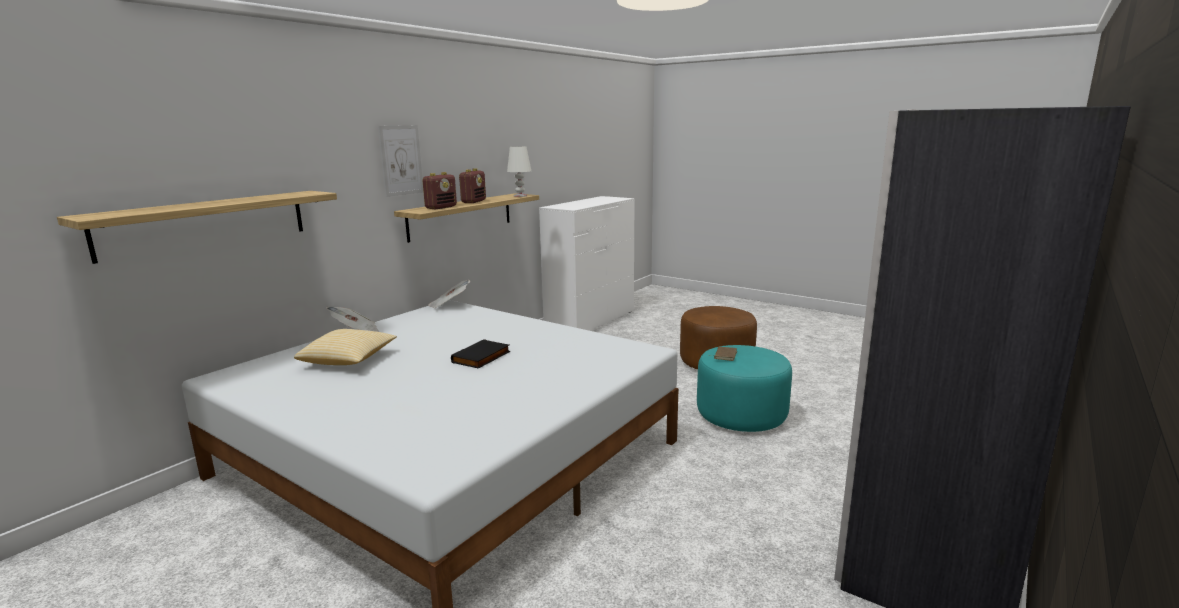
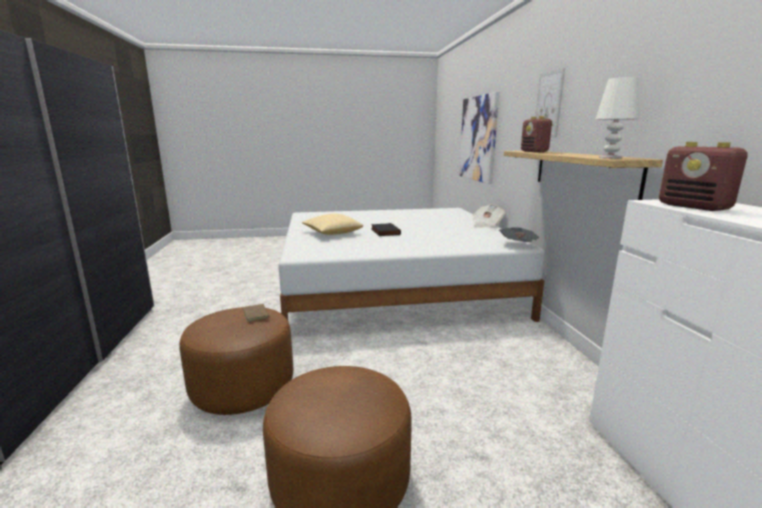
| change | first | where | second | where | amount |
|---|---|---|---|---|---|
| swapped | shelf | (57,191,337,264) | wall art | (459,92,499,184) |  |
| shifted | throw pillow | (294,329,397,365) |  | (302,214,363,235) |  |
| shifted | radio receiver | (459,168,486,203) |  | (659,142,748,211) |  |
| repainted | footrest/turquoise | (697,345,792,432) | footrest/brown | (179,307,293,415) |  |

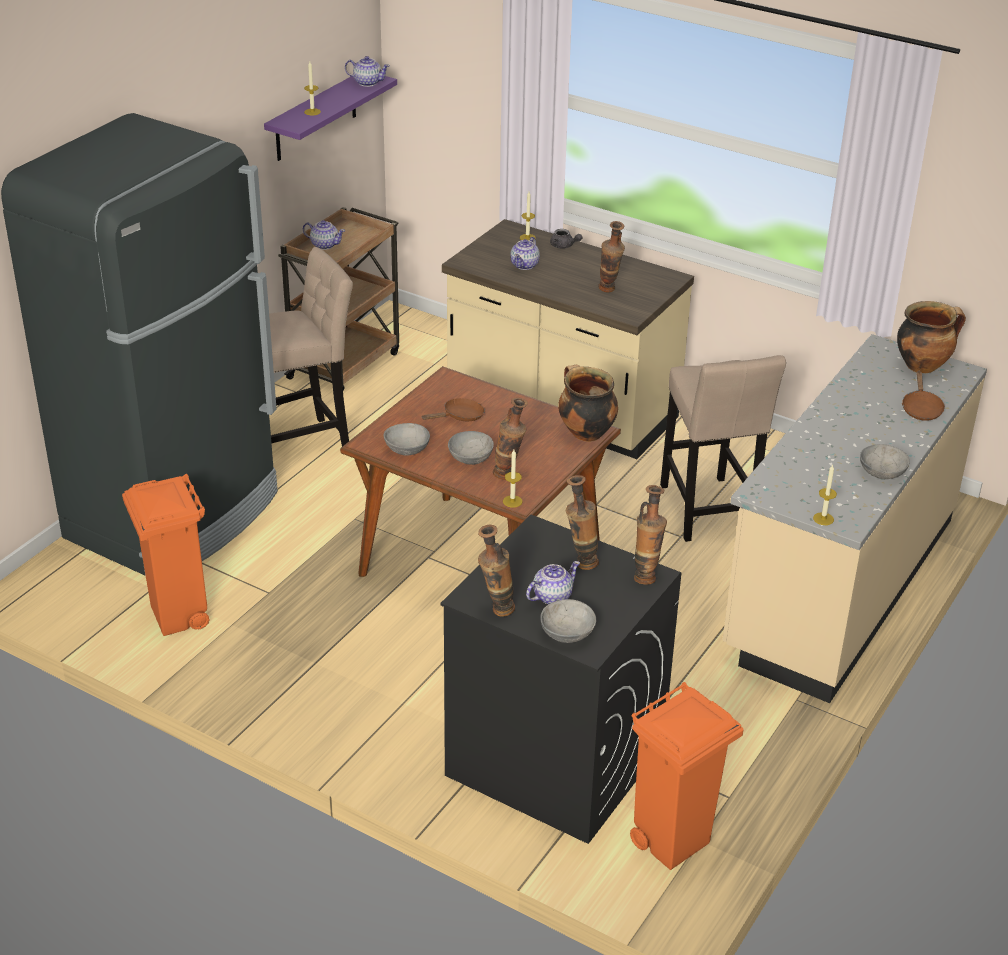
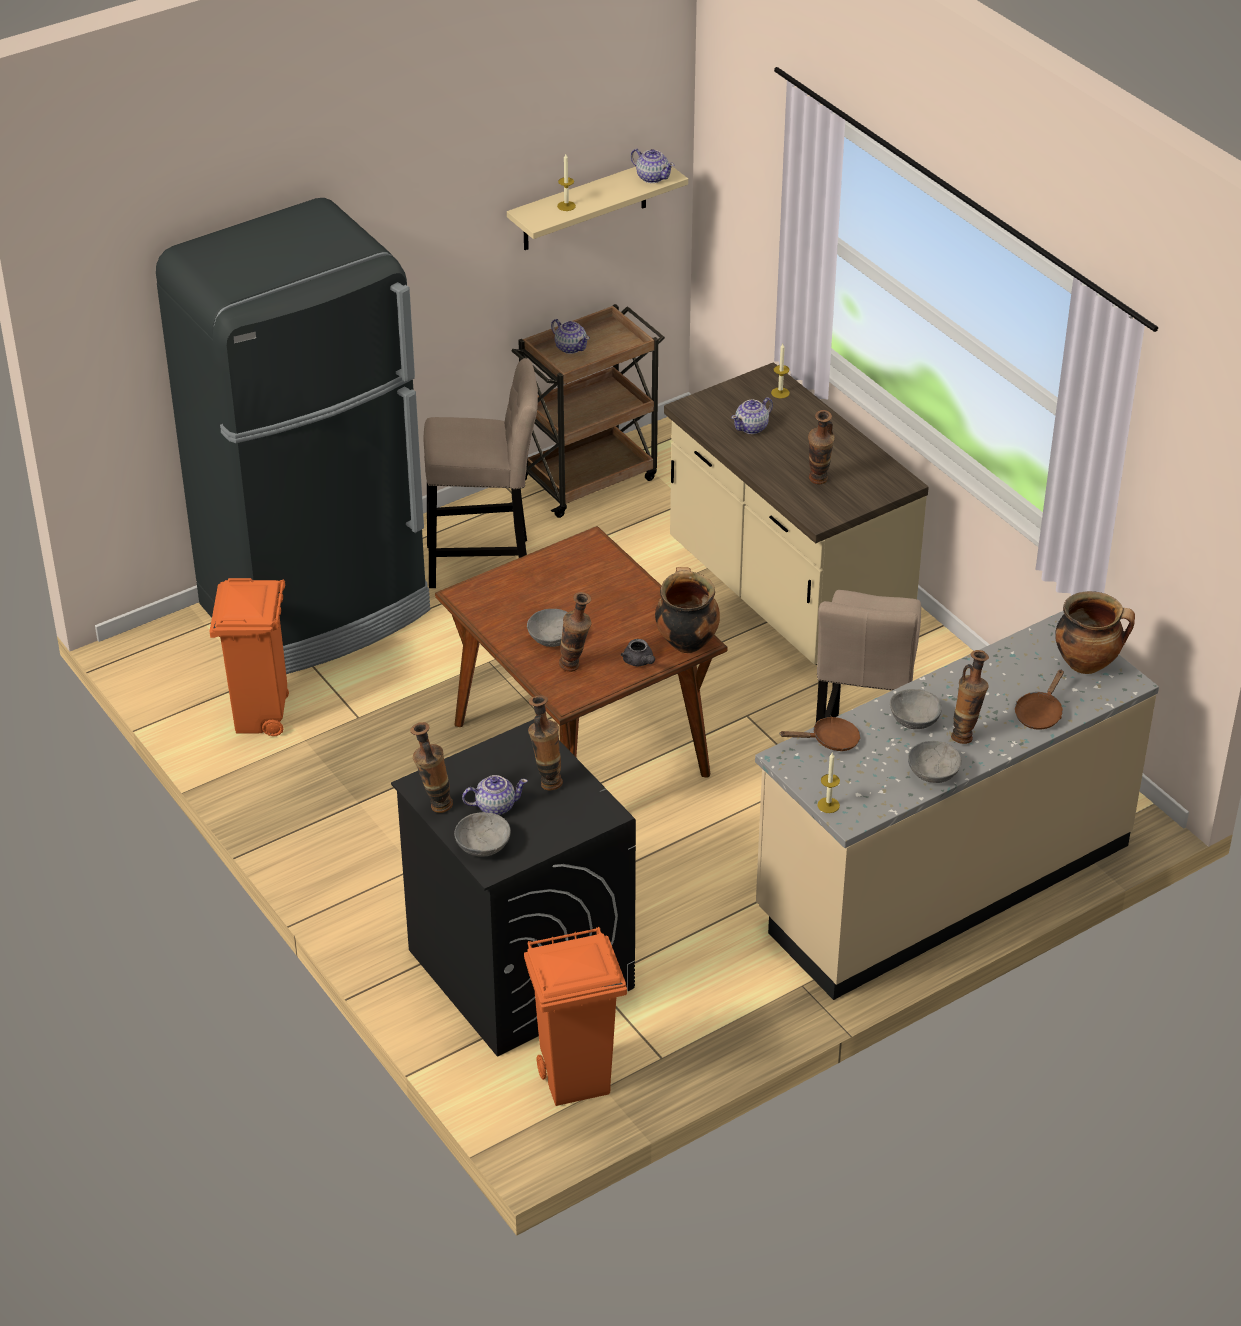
| change | first | where | second | where | amount |
|---|---|---|---|---|---|
| repainted | shelf/purple | (264,76,397,161) | shelf/beige-coloured | (507,167,688,250) |  |
| shifted | serving bowl/grey | (384,423,430,456) |  | (890,689,942,729) |  |
| shifted | frying pan/brown | (422,398,485,421) |  | (780,717,861,751) |  |
| gone | candle | (503,450,522,508) |  |  |  |
| shifted | tea pot/grey | (550,229,582,249) |  | (621,639,655,666) |  |
| shifted | flower vase | (634,485,667,585) |  | (951,650,989,744) |  |

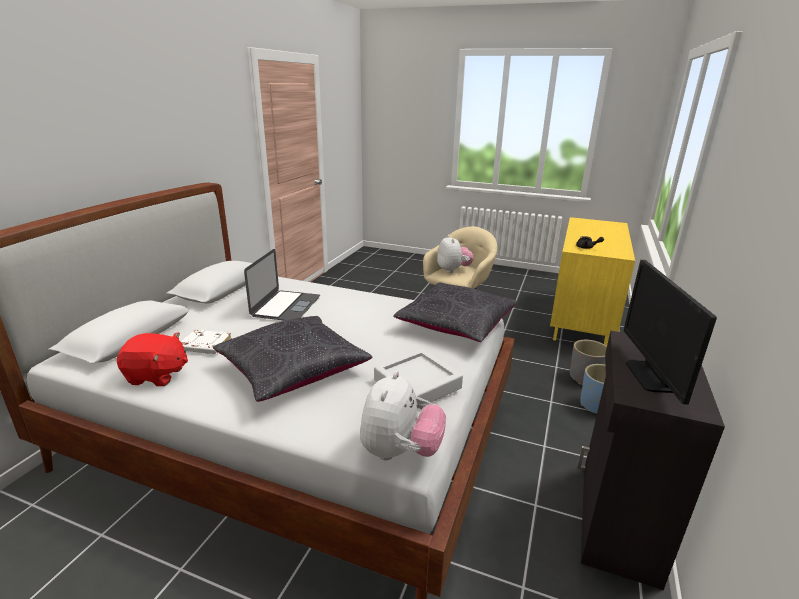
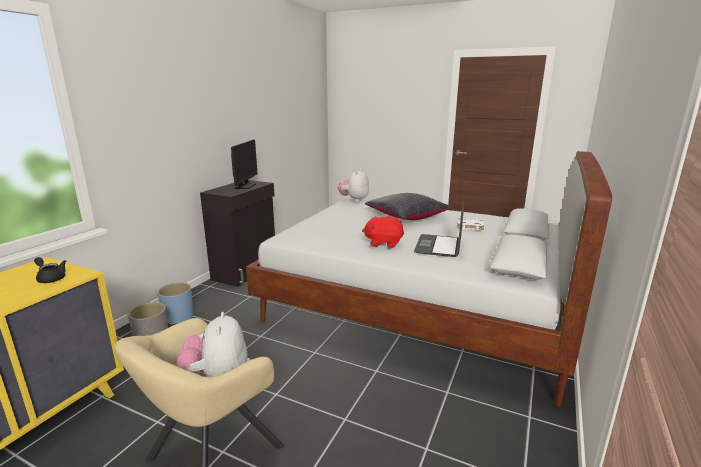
| change | first | where | second | where | amount |
|---|---|---|---|---|---|
| shifted | soft toy/red | (117,332,188,386) |  | (362,216,404,248) |  |
| gone | carrying tray/grey | (374,349,463,409) |  |  |  |
| gone | throw pillow/black | (393,283,518,342) |  |  |  |

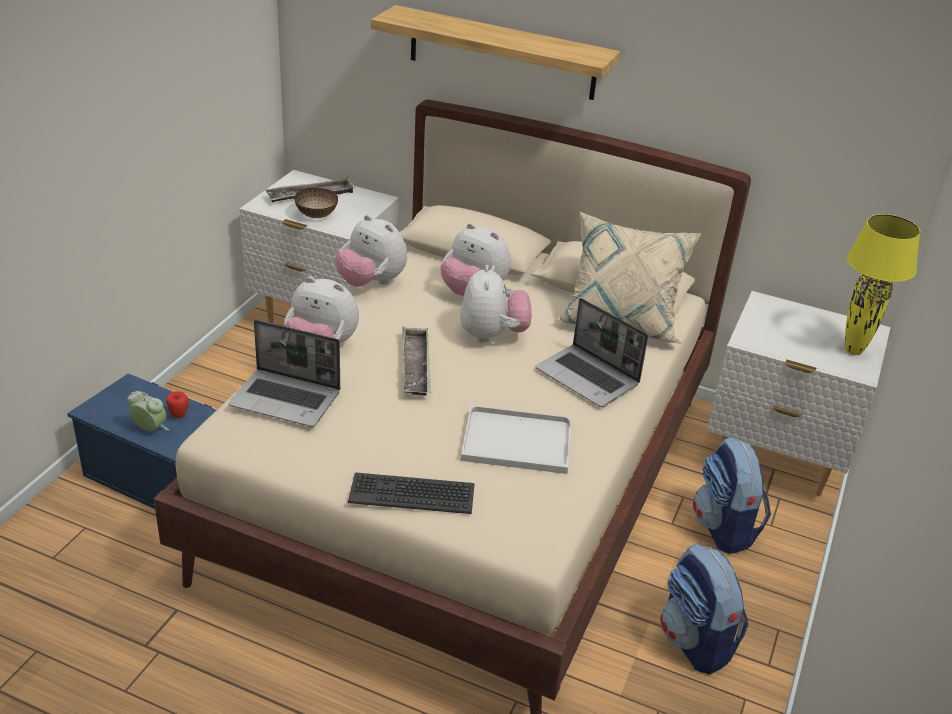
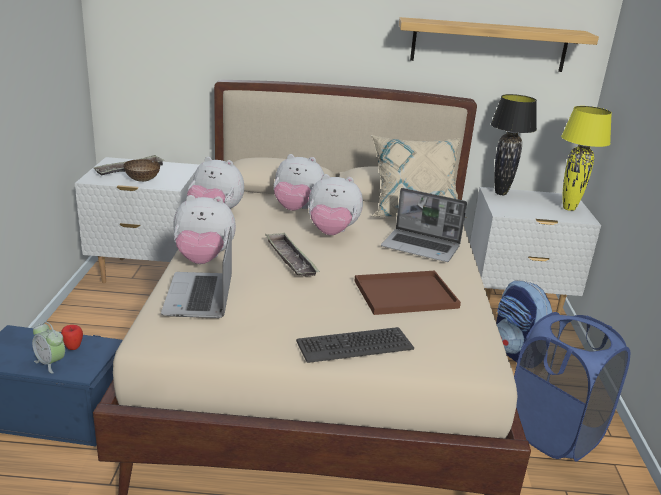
| change | first | where | second | where | amount |
|---|---|---|---|---|---|
| rotated | alarm clock | (127,391,169,431) |  | (32,322,65,374) | 150 degrees counterclockwise |
| rotated | notebook computer | (228,320,340,427) |  | (161,226,232,318) | 90 degrees clockwise |
| shifted | shelf | (371,5,620,100) |  | (399,17,599,72) |  |
| rotated | soft toy | (460,265,532,343) |  | (309,174,363,235) | 120 degrees clockwise |
| repainted | carrying tray/white-coloured | (460,405,572,474) | carrying tray/brown | (354,271,461,315) |  |
| swapped | rucksack | (660,543,748,675) | washing basket/blue | (514,312,630,462) |  |
| new |  |  | lamp for a table/black | (491,94,537,195) |  |

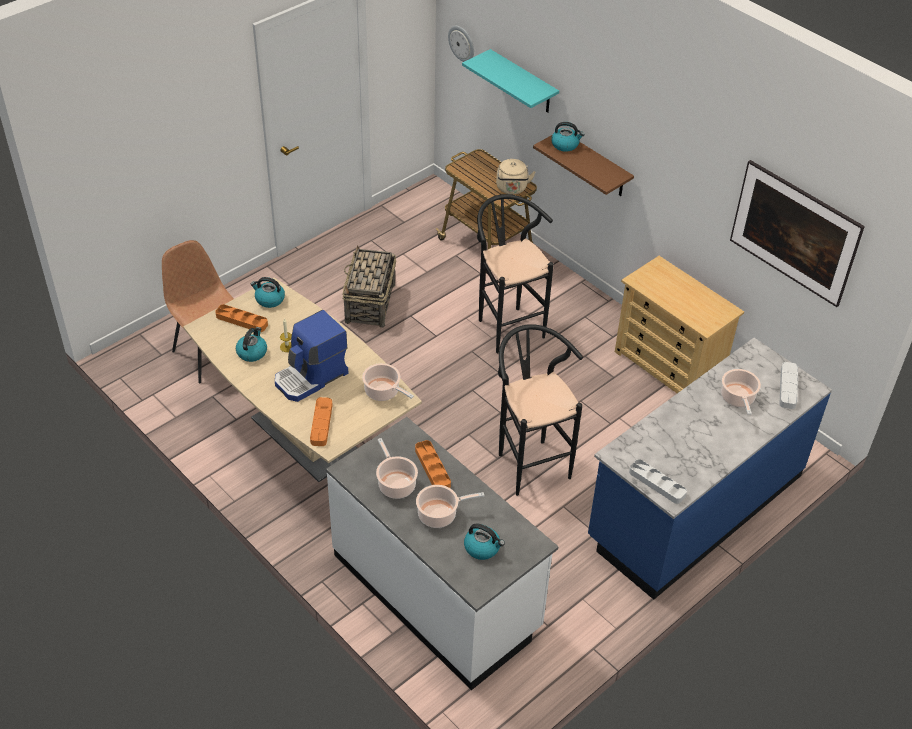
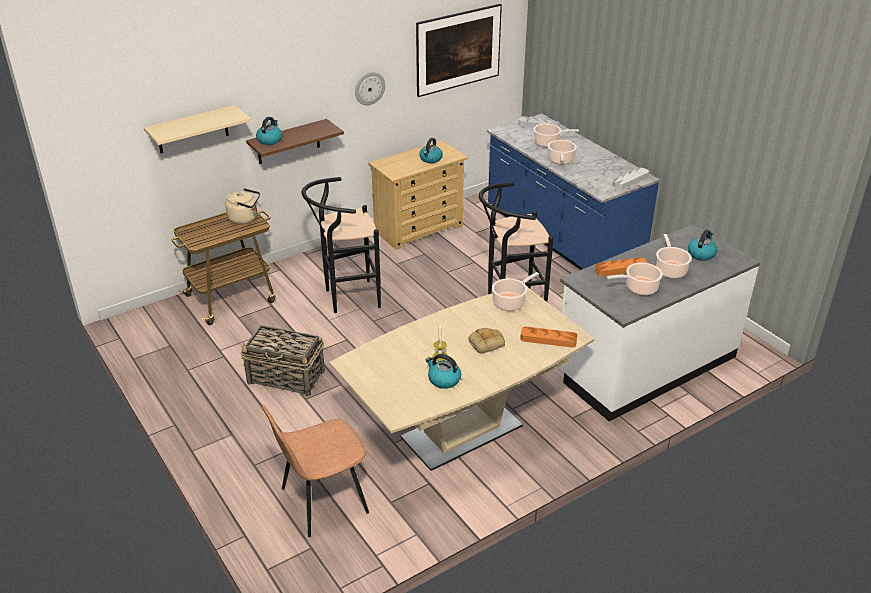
| change | first | where | second | where | amount |
|---|---|---|---|---|---|
| gone | carrying tray/orange-coloured | (215,304,268,332) |  |  |  |
| shifted | water kettle | (250,277,285,308) |  | (419,138,443,163) |  |
| swapped | coffee brewer | (275,310,348,402) | baked bread | (468,328,505,354) |  |
| shifted | wall clock | (448,26,474,62) |  | (355,72,385,105) |  |
| repainted | shelf/turquoise | (462,49,559,113) | shelf/beige-coloured | (144,105,251,153) |  |
| new |  |  | cooking pot | (548,140,577,165) |  |

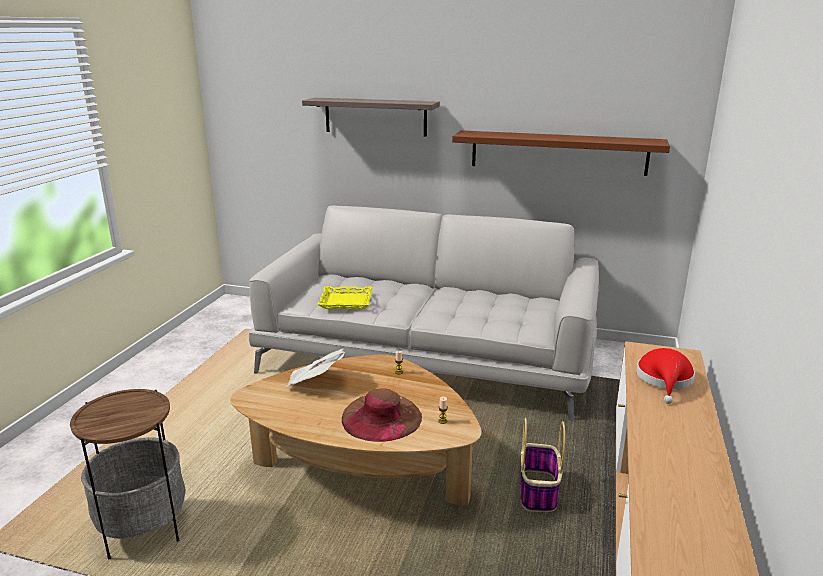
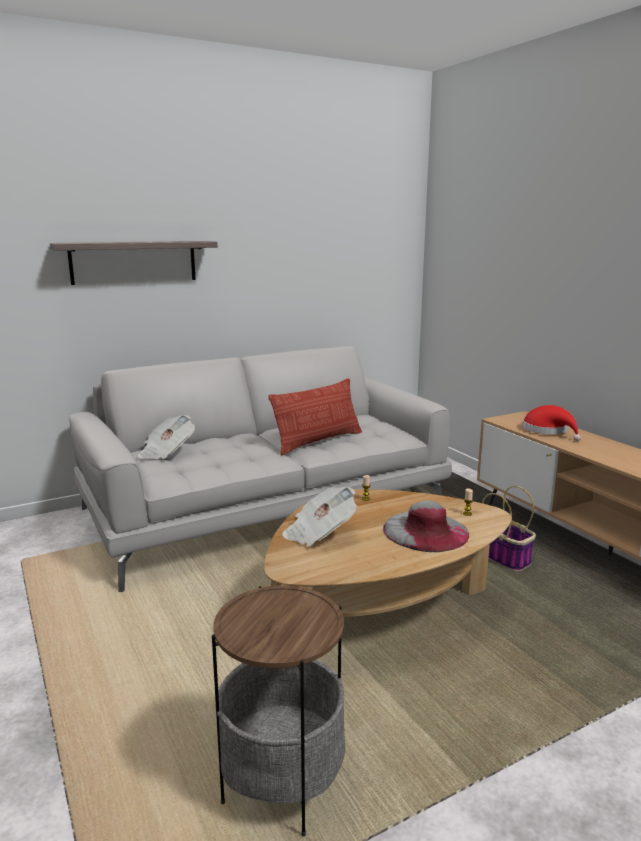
| change | first | where | second | where | amount |
|---|---|---|---|---|---|
| gone | carrying tray/yellow-coloured | (317,286,373,309) |  |  |  |
| repainted | hat/brown | (342,388,422,442) | hat/grey | (383,501,469,552) |  |
| gone | shelf/brown | (452,130,670,176) |  |  |  |
| new |  |  | newspaper | (138,415,195,459) |  |
| new |  |  | throw pillow | (268,378,362,455) |  |

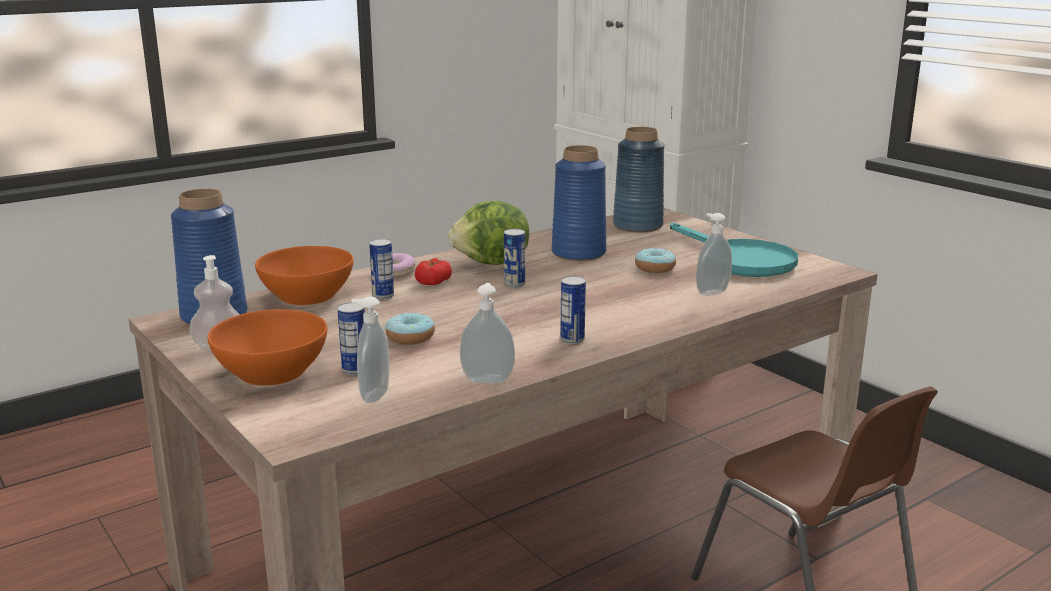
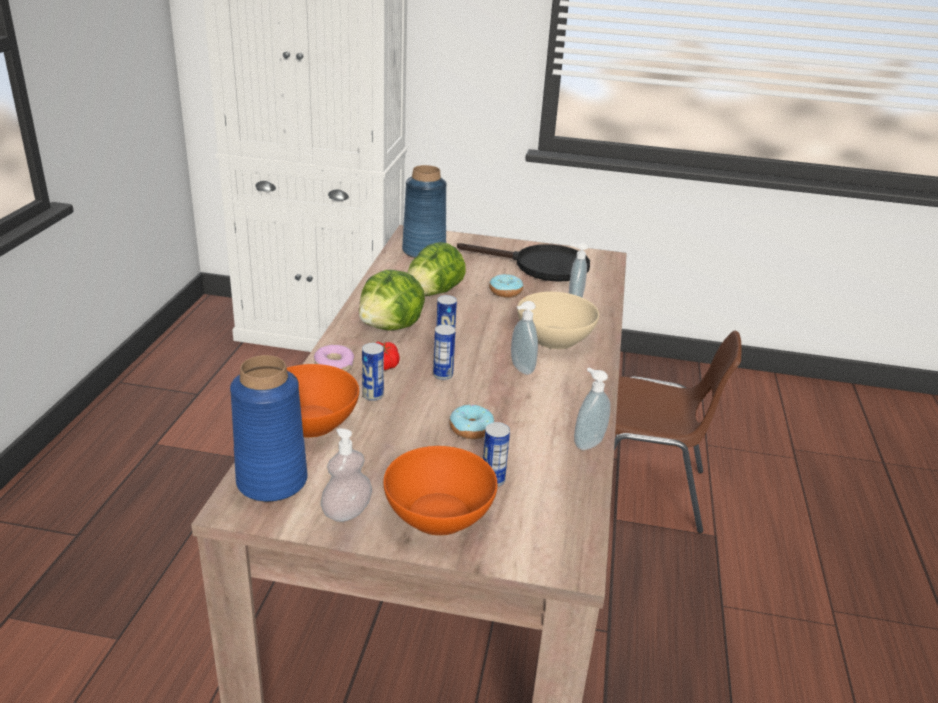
| change | first | where | second | where | amount |
|---|---|---|---|---|---|
| shifted | soap bottle | (351,296,389,403) |  | (511,301,538,375) |  |
| swapped | flower vase/blue | (552,145,606,261) | lettuce | (407,242,466,296) |  |
| shifted | metal can | (560,276,586,344) |  | (433,325,456,380) |  |
| repainted | frying pan/turquoise | (670,222,798,277) | frying pan/black | (457,243,590,282) |  |
| new |  |  | serving bowl/beige-coloured | (517,292,599,349) |  |

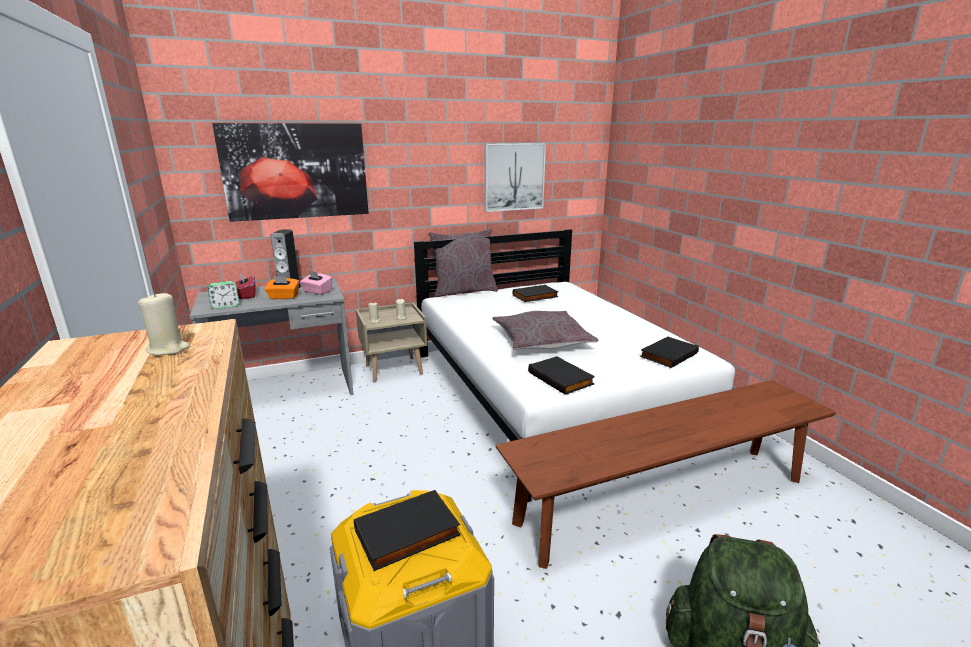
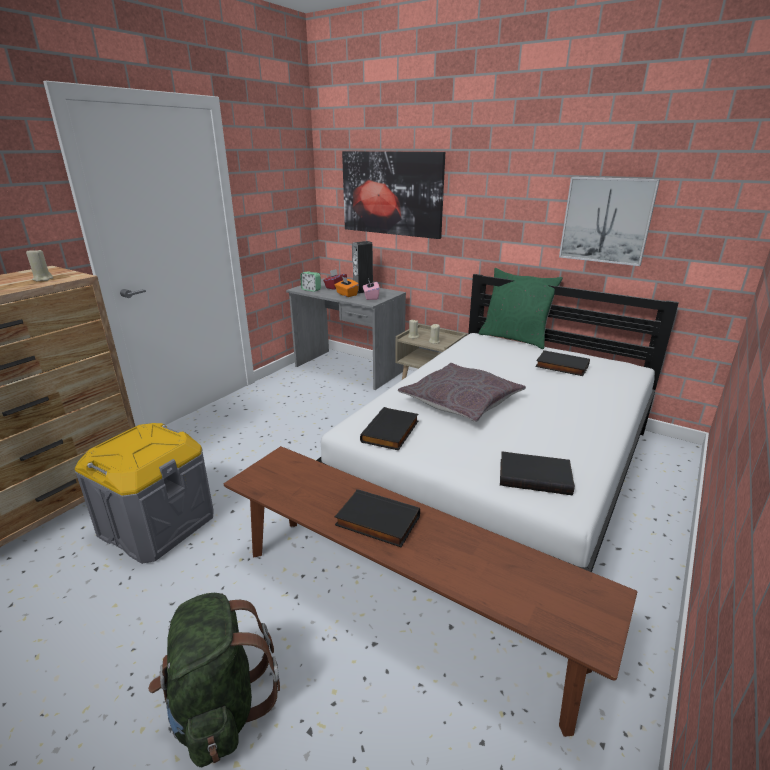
| change | first | where | second | where | amount |
|---|---|---|---|---|---|
| shifted | book/black | (354,490,461,571) |  | (335,489,420,547) |  |
| repainted | throw pillow/grey | (429,228,498,297) | throw pillow/greenish | (479,268,563,349) |  |

